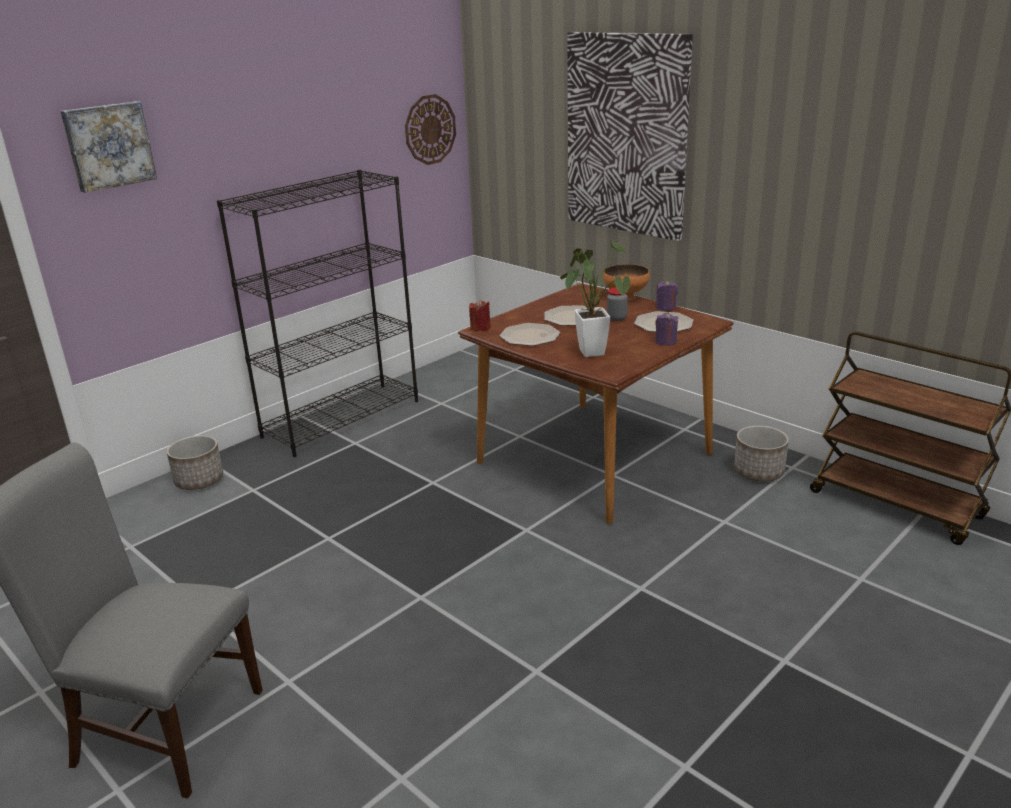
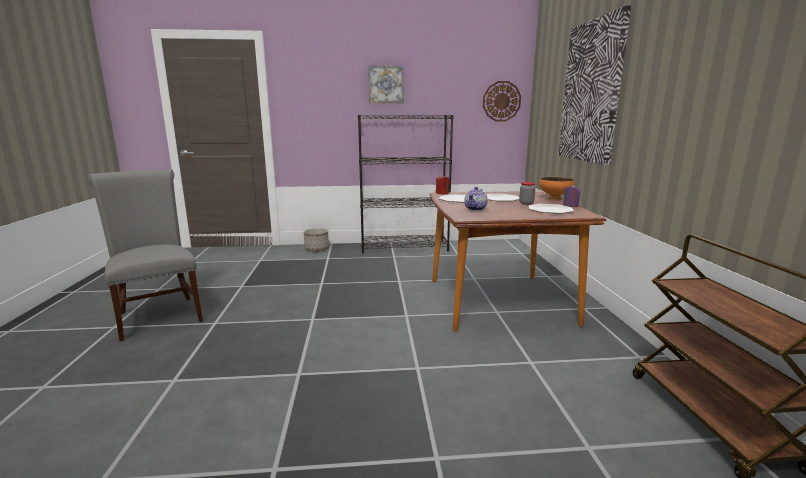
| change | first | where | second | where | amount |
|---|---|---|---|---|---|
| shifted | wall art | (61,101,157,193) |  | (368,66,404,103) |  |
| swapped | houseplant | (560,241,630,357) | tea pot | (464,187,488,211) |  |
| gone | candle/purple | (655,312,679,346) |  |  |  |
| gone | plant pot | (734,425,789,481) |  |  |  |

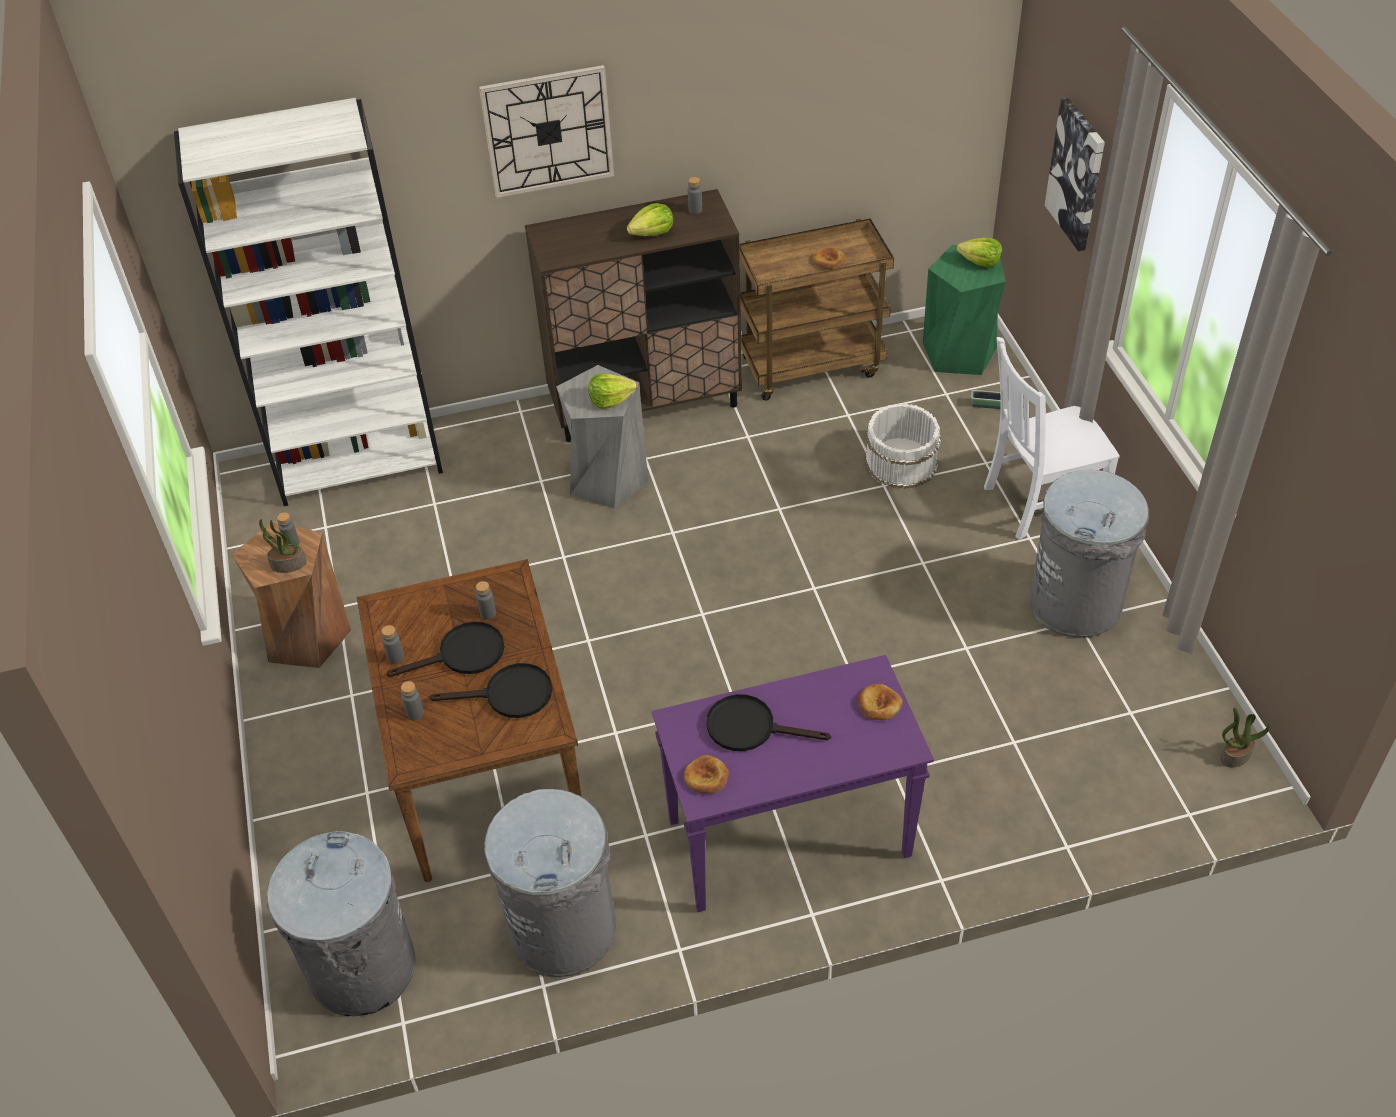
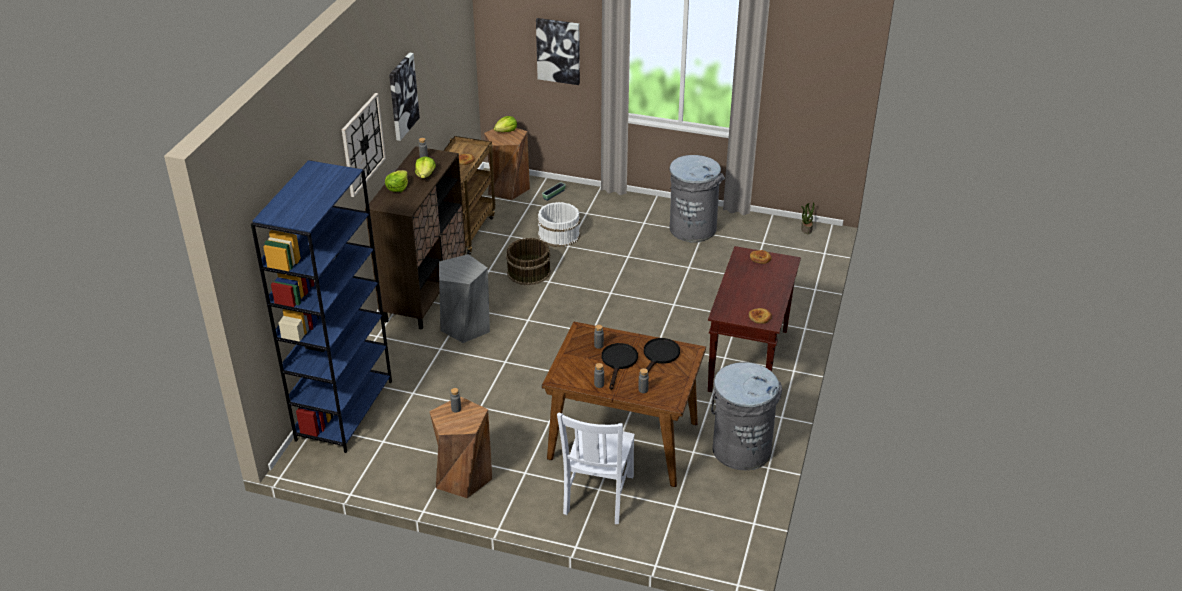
| change | first | where | second | where | amount |
|---|---|---|---|---|---|
| repainted | bookshelf/white-coloured | (174,98,443,506) | bookshelf/blue | (251,160,392,453) |  |
| gone | houseplant | (259,519,307,573) |  |  |  |
| gone | rubbish bin/grey | (267,831,415,1017) |  |  |  |
| shifted | lettuce | (588,374,637,409) |  | (385,170,408,192) |  |
| repainted | console table/purple | (652,655,934,912) | console table/brown | (708,246,801,392) |  |
| gone | frying pan/black | (707,694,831,751) |  |  |  |
| repainted | stool/greenish | (923,245,1006,375) | stool/brown | (484,128,530,200) |  |
| shifted | chair/white-coloured | (984,337,1120,540) |  | (557,413,635,524) |  |
| new |  |  | wall art | (389,52,420,141) |  |
| new |  |  | water bucket/brown | (506,238,551,285) |  |

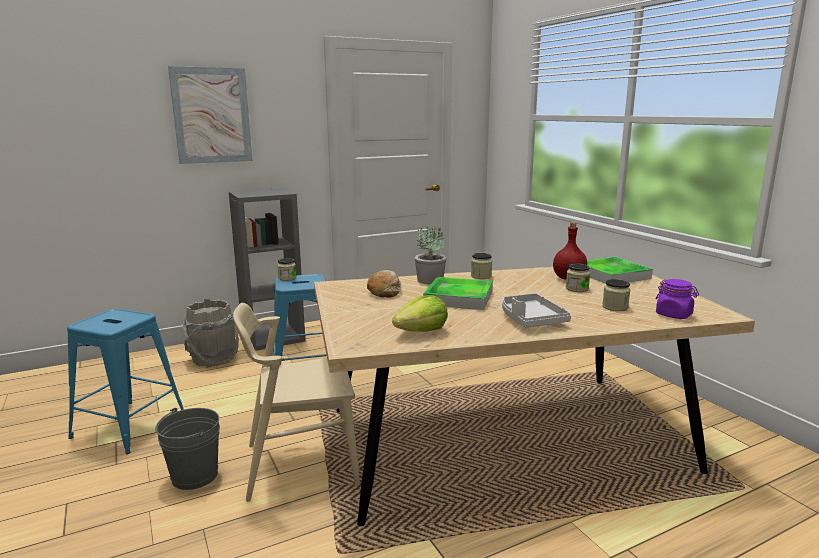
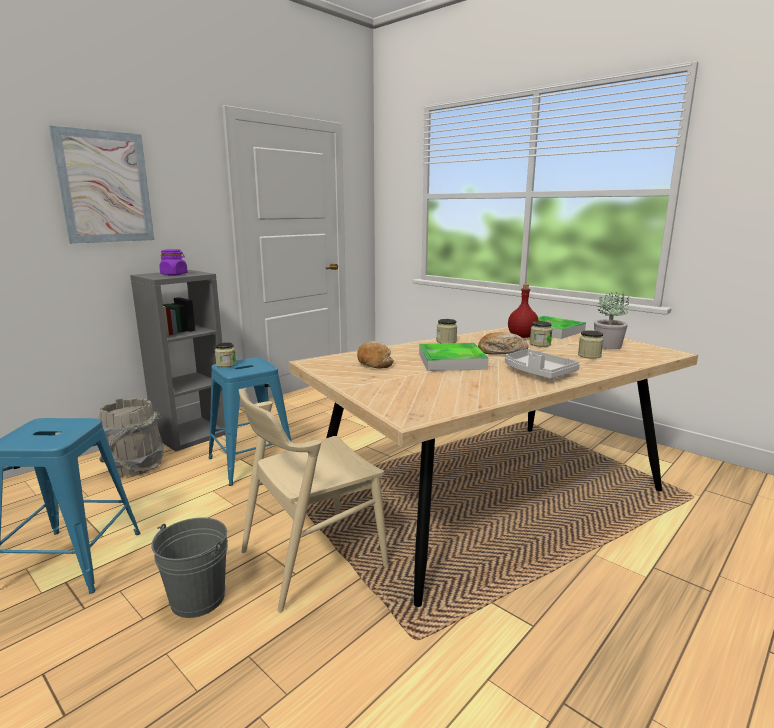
| change | first | where | second | where | amount |
|---|---|---|---|---|---|
| gone | lettuce | (392,295,448,332) |  |  |  |
| shifted | houseplant | (415,226,446,284) |  | (594,292,629,349) |  |
| shifted | preserve jar/purple | (655,279,699,319) |  | (159,249,188,276) |  |
| new |  |  | baked bread | (478,332,529,354) |  |

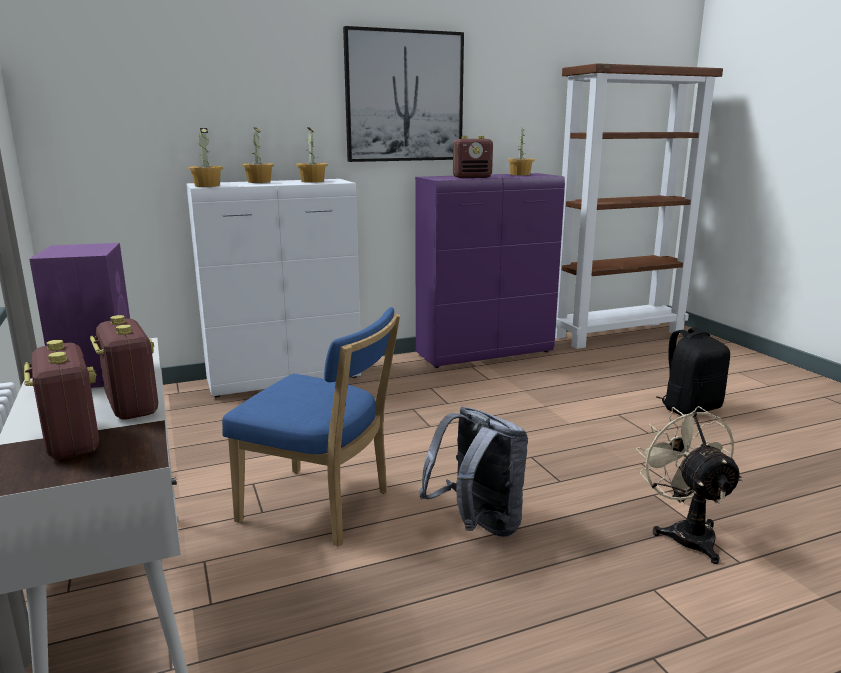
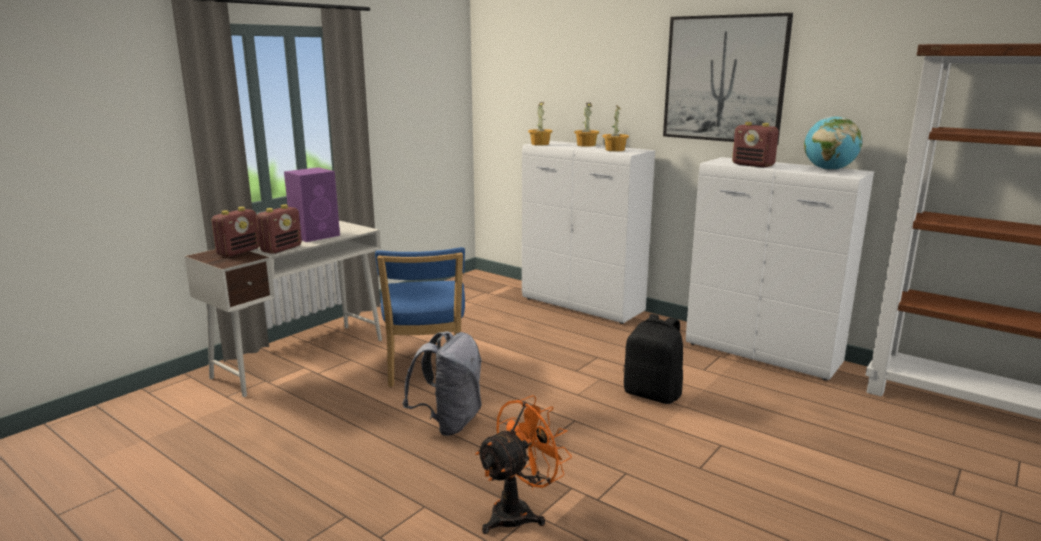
| change | first | where | second | where | amount |
|---|---|---|---|---|---|
| repainted | cabinet/purple | (415,173,565,368) | cabinet/white-coloured | (686,157,874,380) |  |
| swapped | houseplant | (507,127,535,176) | desk globe | (804,116,862,170) |  |
| repainted | cooling fan/beige-coloured | (636,406,743,564) | cooling fan/orange-coloured | (475,395,572,534) |  |
| shifted | rucksack/black | (656,327,730,416) |  | (623,314,683,404) |  |

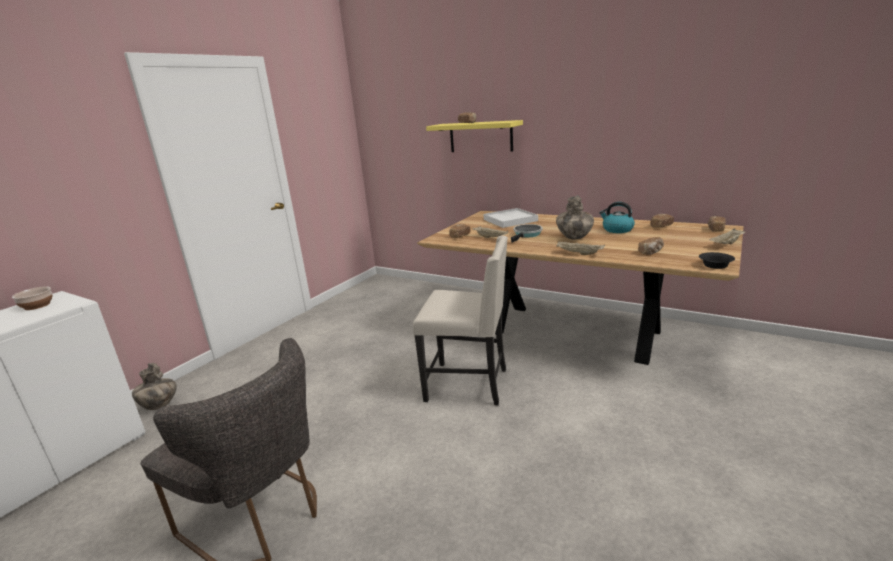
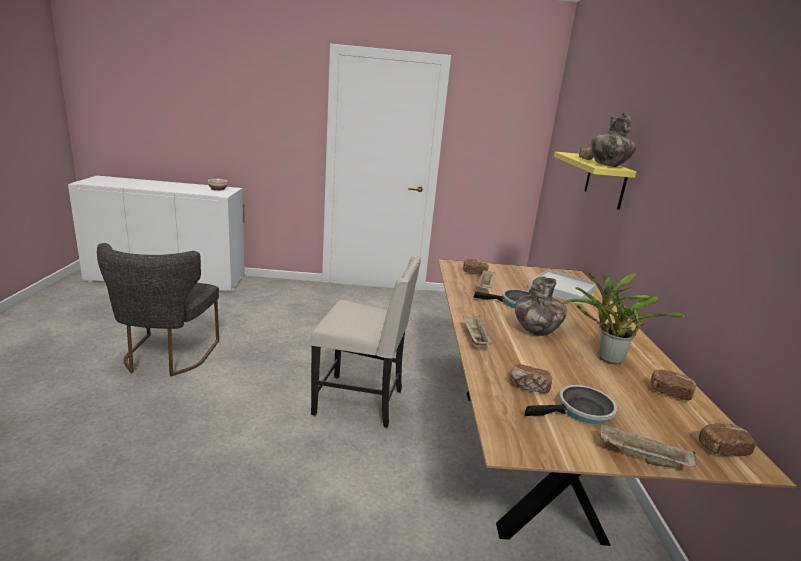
| change | first | where | second | where | amount |
|---|---|---|---|---|---|
| shifted | flower vase | (132,363,177,410) |  | (591,112,636,167) |  |
| rotated | chair/beige-coloured | (413,235,508,405) |  | (310,256,422,428) | 60 degrees counterclockwise |
| swapped | water kettle | (599,202,635,233) | houseplant | (562,271,685,364) |  |
| gone | serving bowl/black | (699,252,735,269) |  |  |  |
| new |  |  | frying pan | (525,385,617,425) |  |

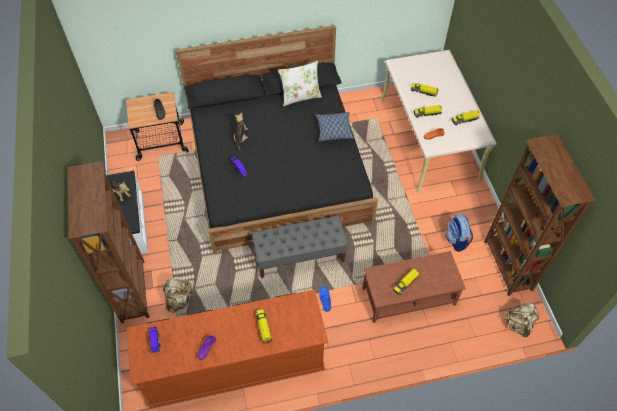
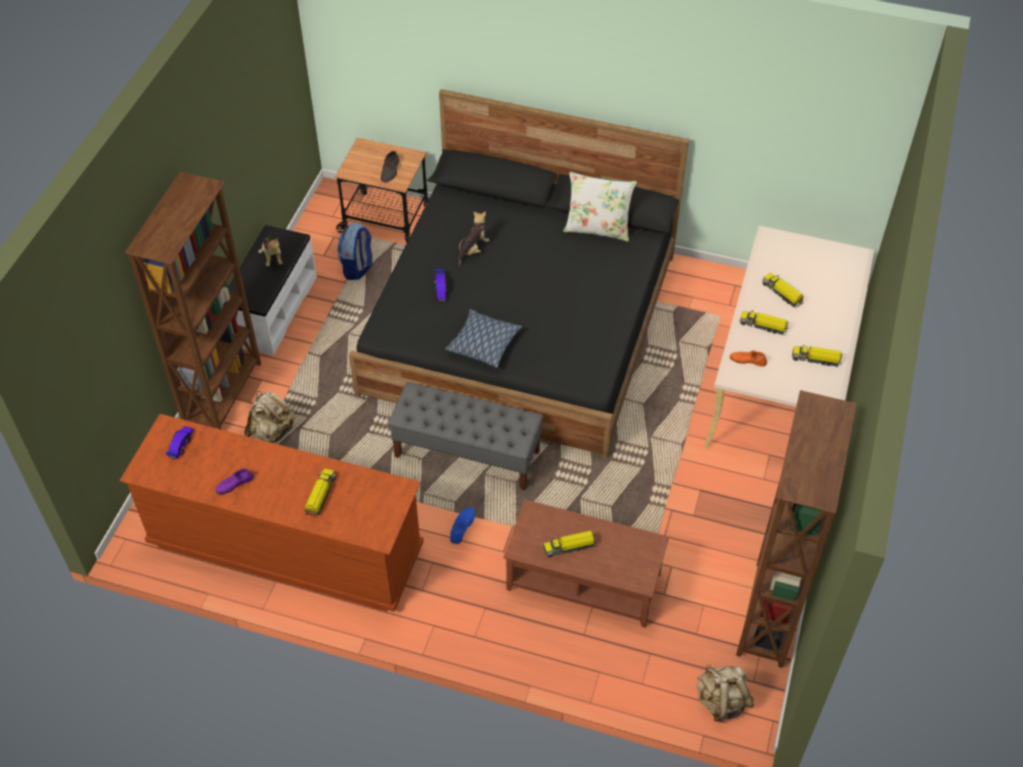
| change | first | where | second | where | amount |
|---|---|---|---|---|---|
| shifted | throw pillow | (315,112,353,141) |  | (445,309,522,368) |  |
| shifted | rucksack | (446,214,473,252) |  | (338,222,372,280) |  |

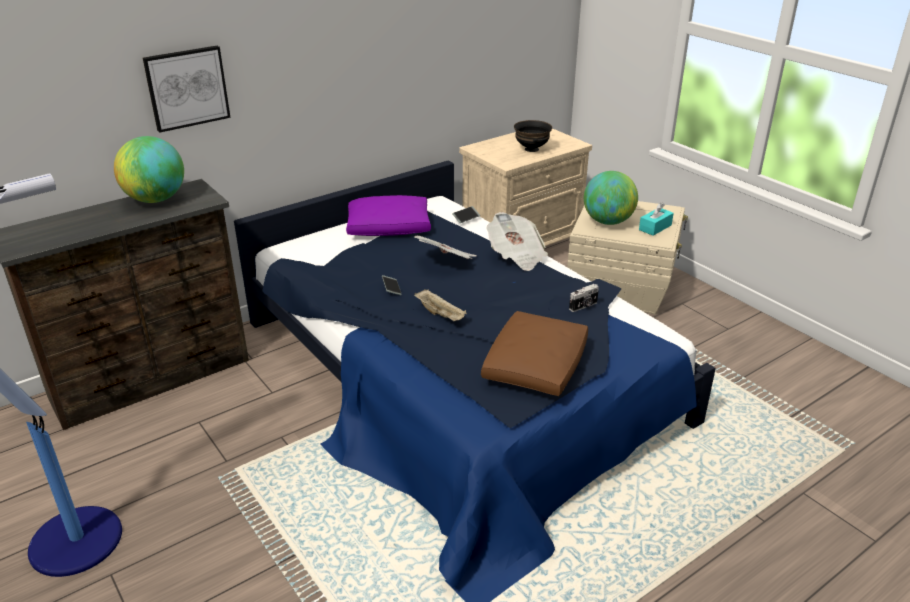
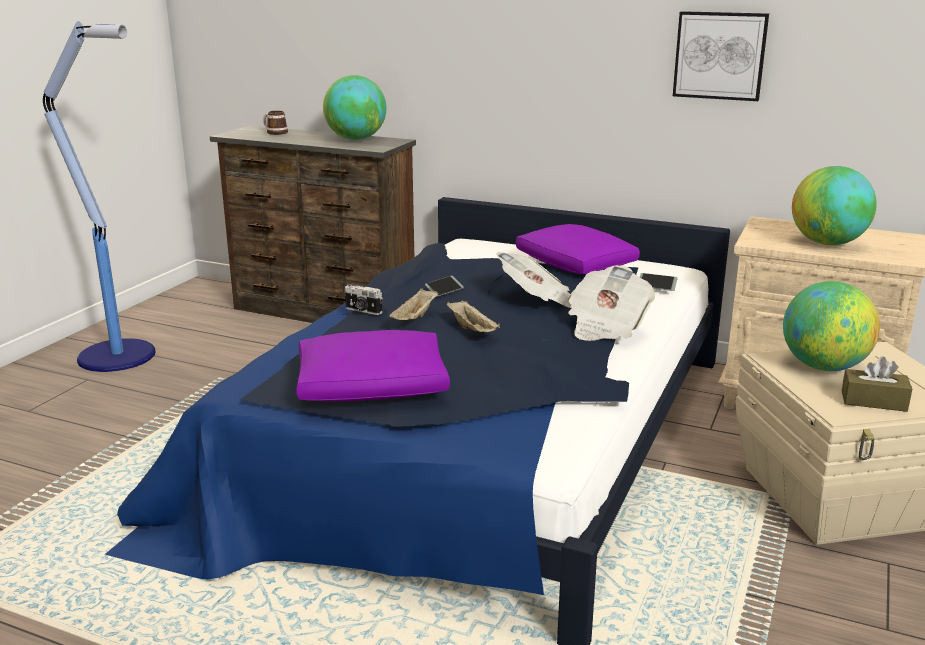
| change | first | where | second | where | amount |
|---|---|---|---|---|---|
| shifted | wall art | (143,46,231,133) |  | (673,11,769,101) |  |
| repainted | throw pillow/brown | (481,311,588,396) | throw pillow/purple | (296,330,450,401) |  |
| swapped | serving bowl/black | (514,120,552,152) | desk globe | (792,166,877,245) |  |
| shifted | photo camera | (569,284,599,312) |  | (345,283,383,315) |  |
| repainted | tissue holder/turquoise | (639,203,674,236) | tissue holder/brown | (842,356,912,412) |  |
| new |  |  | coffee mug | (263,111,288,135) |  |
| new |  |  | carrying tray/beige-coloured | (447,301,500,332) |  |

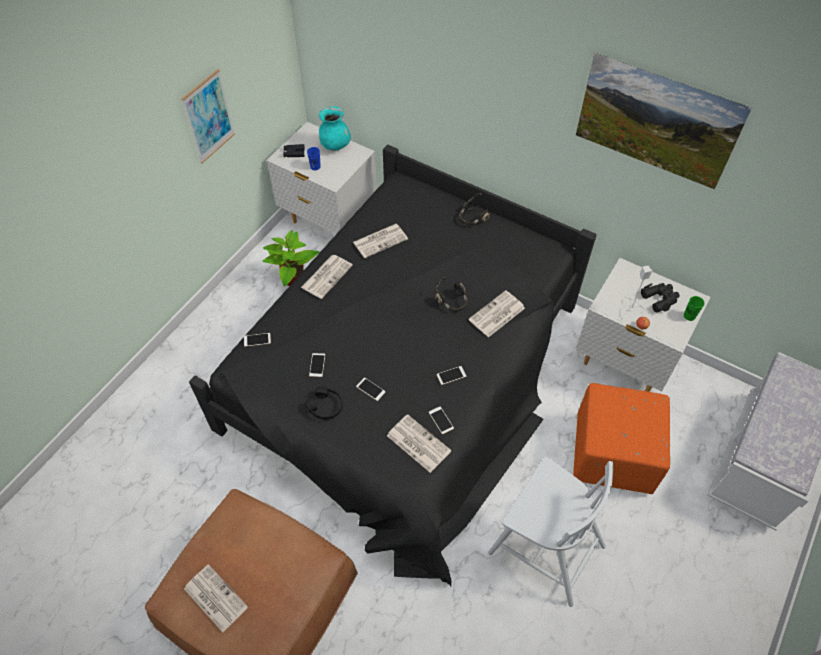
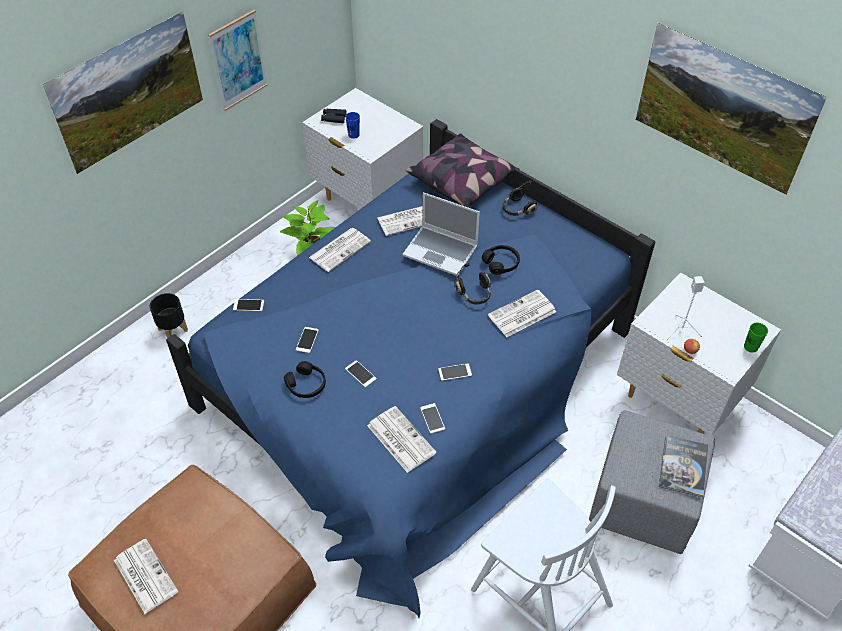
| change | first | where | second | where | amount |
|---|---|---|---|---|---|
| repainted | bed/black | (189,144,596,586) | bed/blue | (166,119,655,618) |  |
| gone | flower vase/turquoise | (319,106,351,151) |  |  |  |
| repainted | footrest/orange-coloured | (573,383,670,494) | footrest/grey | (589,410,715,554) |  |
| gone | pair of binoculars/black | (641,283,680,313) |  |  |  |
| new |  |  | wall art | (43,12,203,174) |  |
| new |  |  | plant pot/black | (150,293,188,339) |  |
| new |  |  | notebook computer | (403,192,480,276) |  |
| new |  |  | throw pillow | (406,133,519,208) |  |
| new |  |  | headset/black | (482,245,520,275) |  |
| new |  |  | book | (659,435,708,497) |  |

